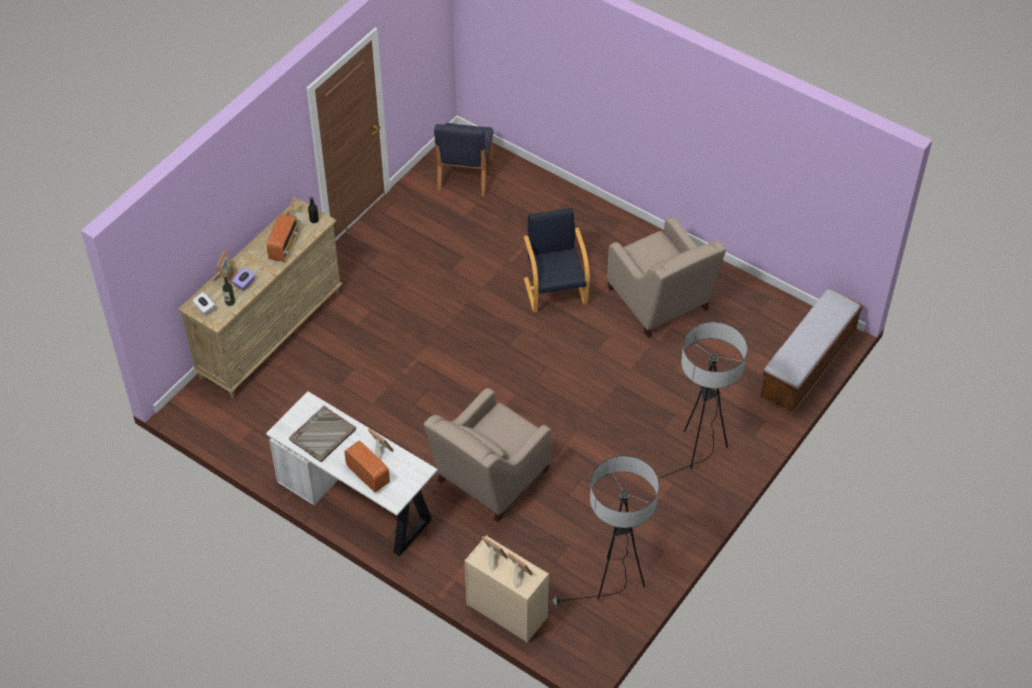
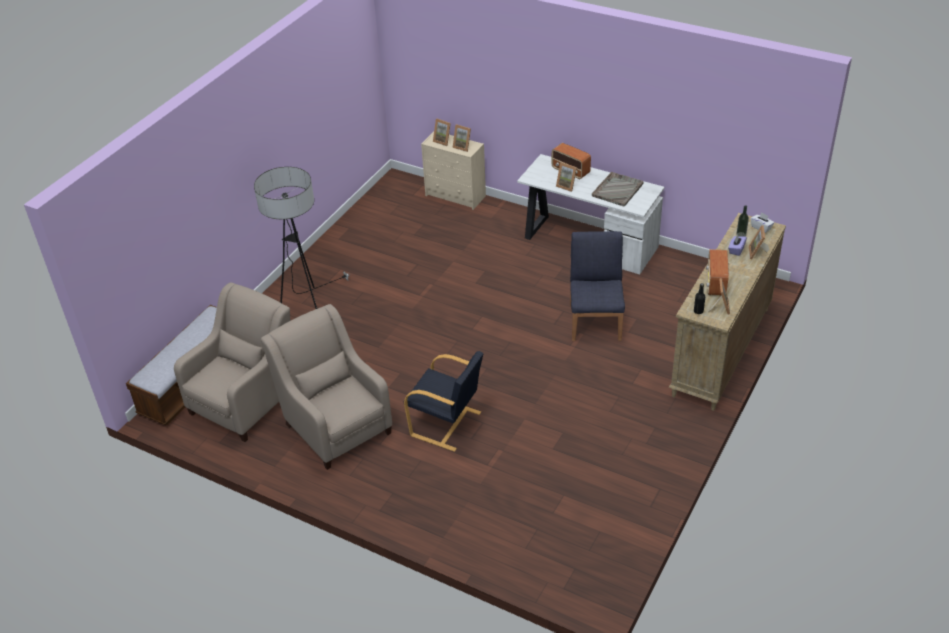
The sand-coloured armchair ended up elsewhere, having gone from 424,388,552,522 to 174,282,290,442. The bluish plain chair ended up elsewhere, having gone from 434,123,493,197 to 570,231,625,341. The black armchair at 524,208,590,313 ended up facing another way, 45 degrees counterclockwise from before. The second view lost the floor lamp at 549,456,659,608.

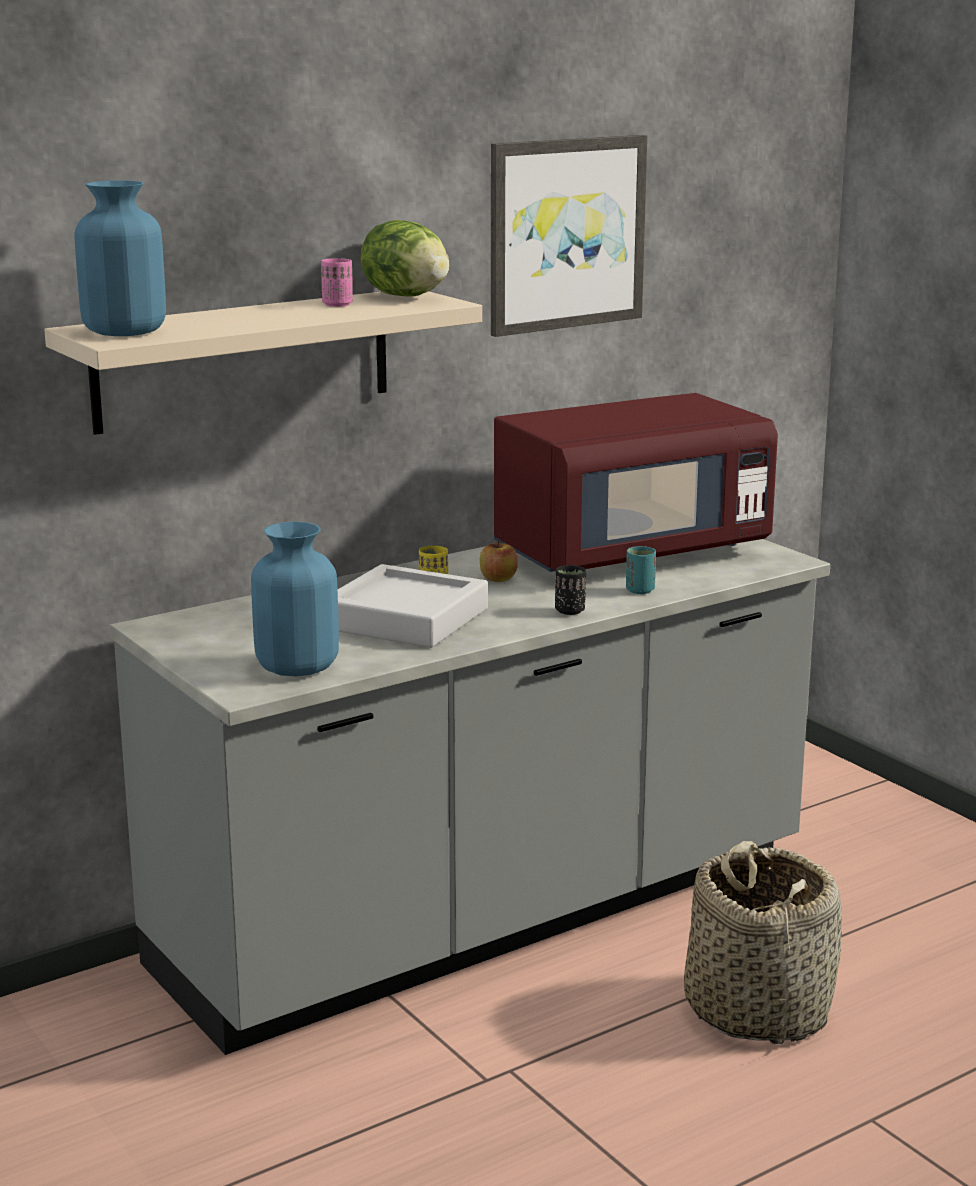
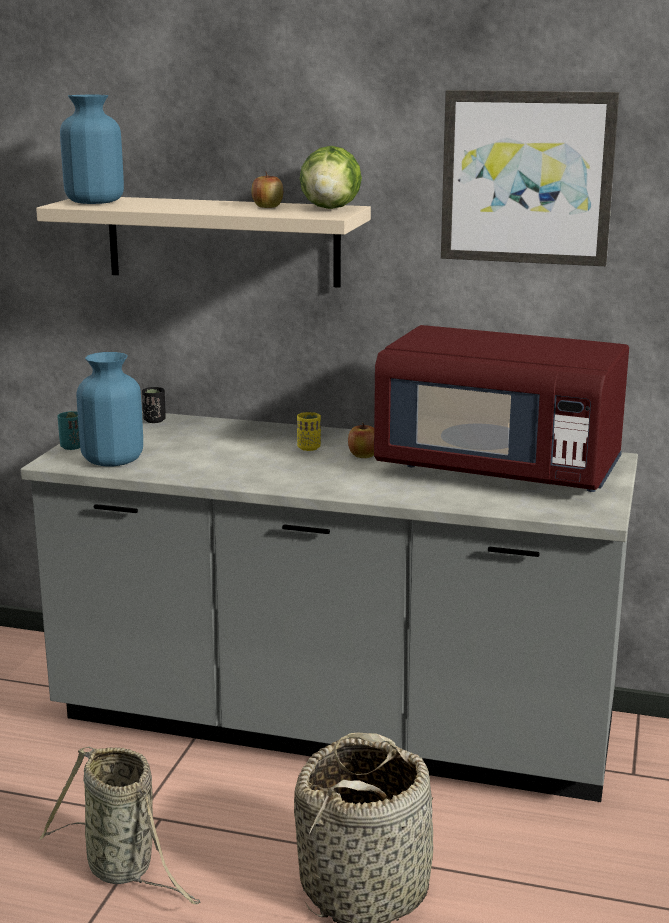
Where the pink cup stood at 321,258,353,307, the apple fruit came to stand at 251,171,283,208. The second view lost the greyish carrying tray at 338,564,488,648. The black cup ended up elsewhere, having gone from 555,565,586,615 to 142,387,166,423. The turquoise-coloured cup ended up elsewhere, having gone from 626,546,656,594 to 57,411,80,450. The second view gained the household basket at 40,747,201,904.

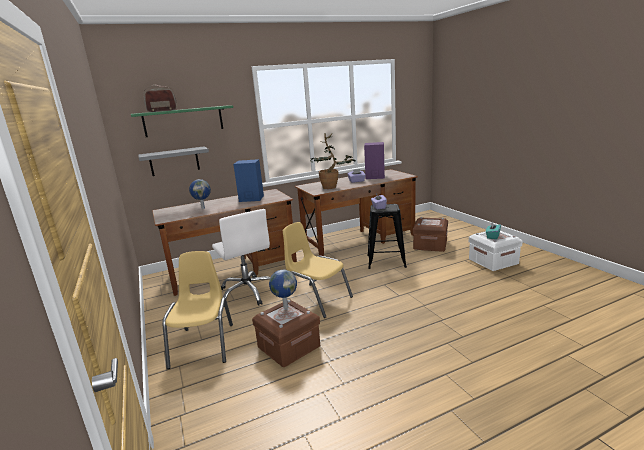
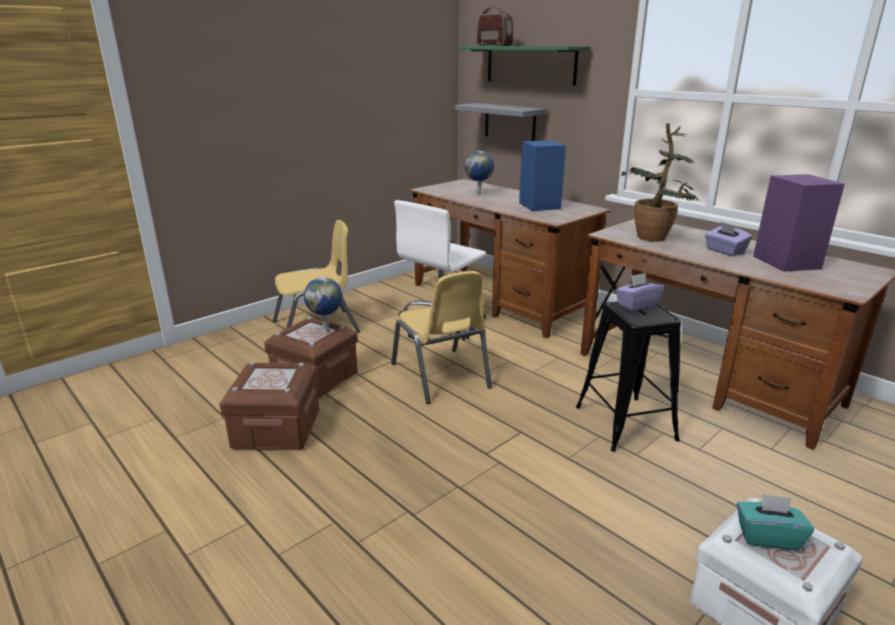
The yellow plain chair at 283,222,353,318 ended up facing another way, 135 degrees clockwise from before. The brown storage box ended up elsewhere, having gone from 413,217,448,252 to 220,362,319,450.

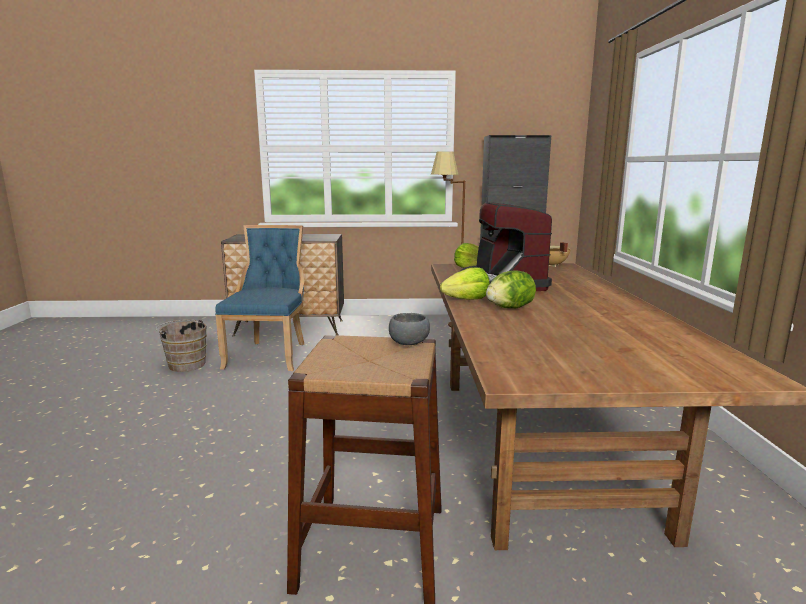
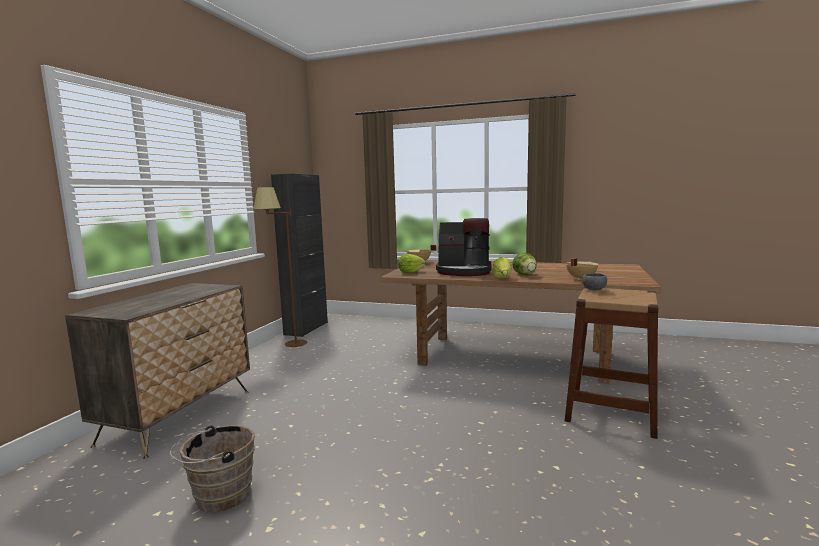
The second view lost the bluish plain chair at 215,225,304,371. The second view gained the sand-coloured stockpot at 566,258,599,280.

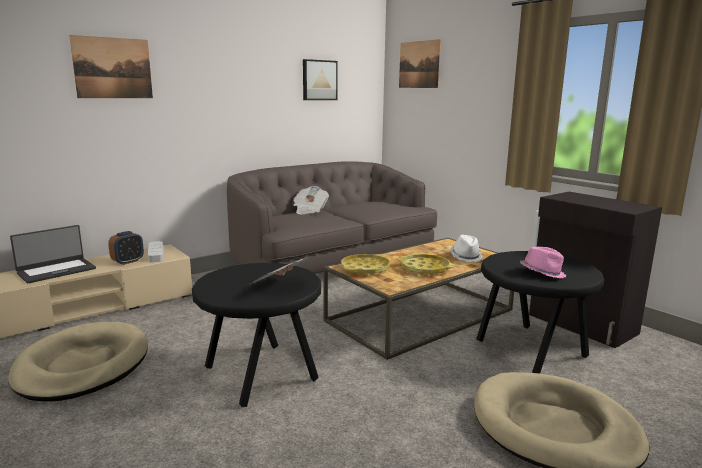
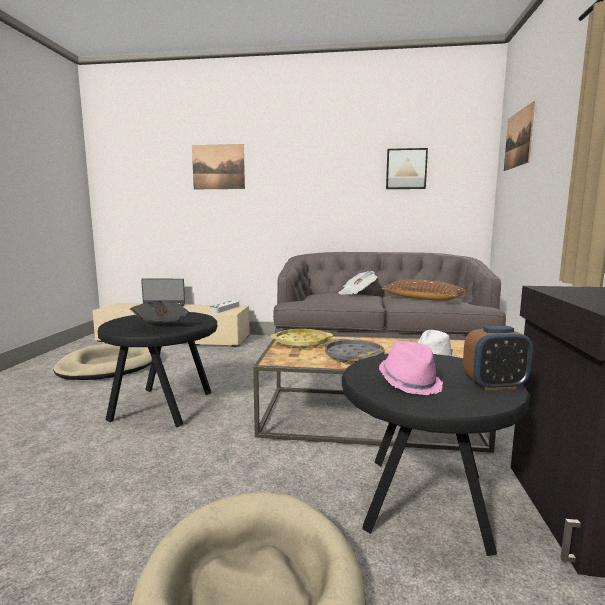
The alarm clock ended up elsewhere, having gone from 108,231,144,265 to 463,326,533,390. What was the yellow carrying tray at 397,254,455,275 turned into the greyish carrying tray at 325,339,385,363. The second view gained the brown cushion at 381,279,468,301.

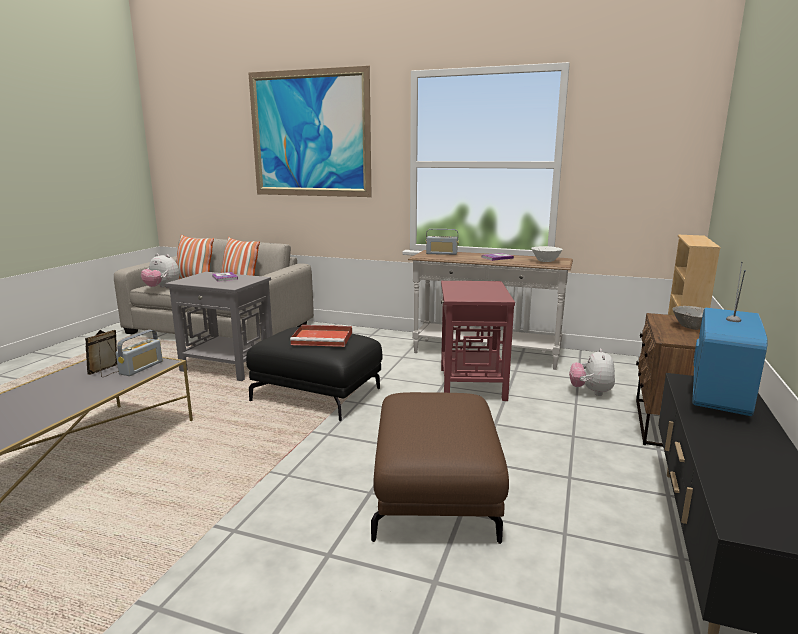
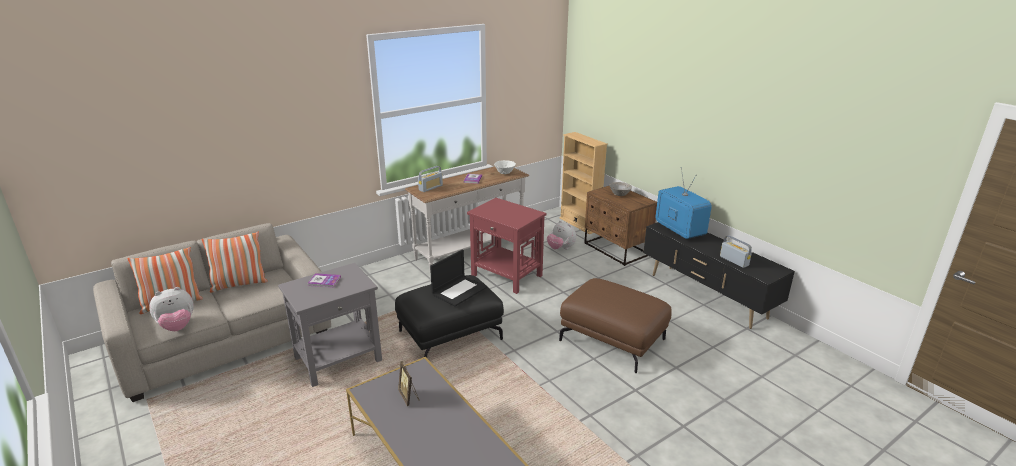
The radio receiver ended up elsewhere, having gone from 116,330,163,376 to 720,236,752,268. The second view lost the wall art at 249,66,372,197. Where the red-coloured carrying tray stood at 290,325,352,347, the portable computer came to stand at 430,249,487,307.

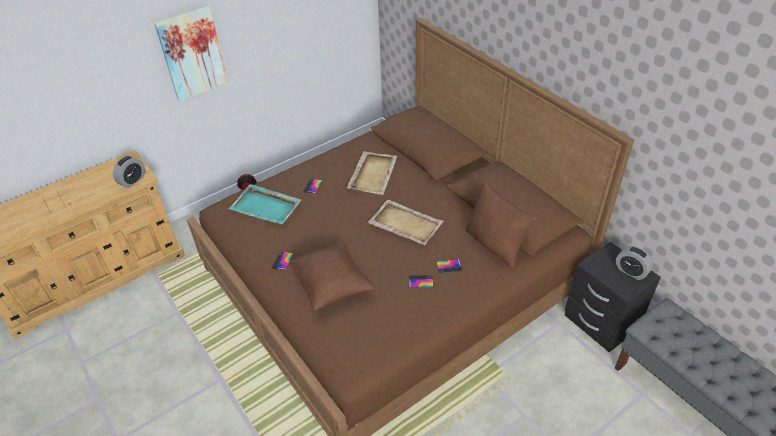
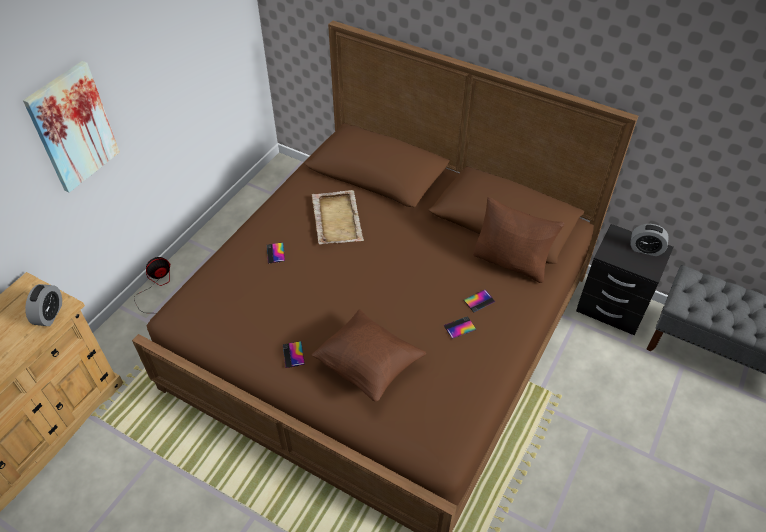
The second view lost the turquoise-coloured carrying tray at 229,184,302,224. The second view lost the sand-coloured carrying tray at 368,200,444,245.

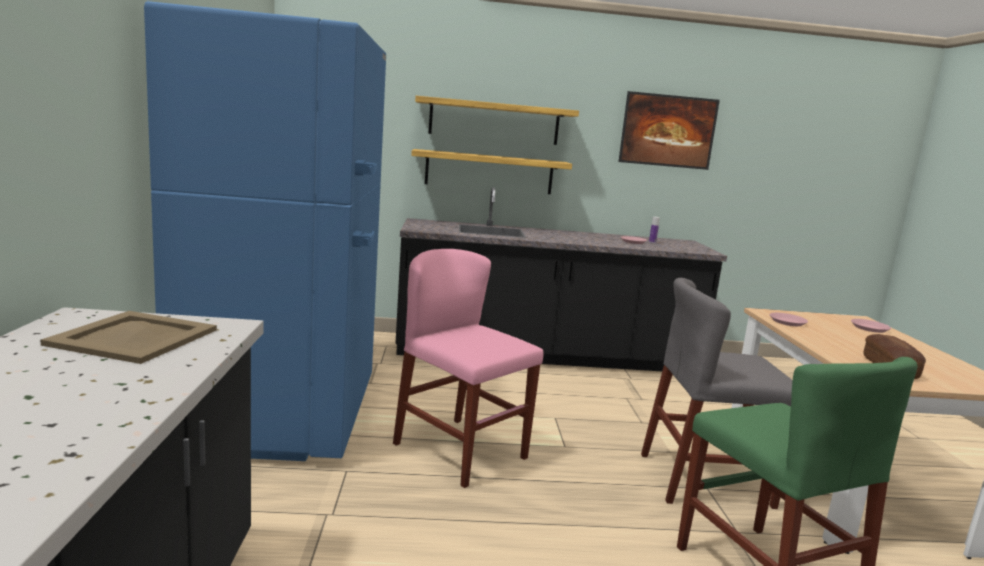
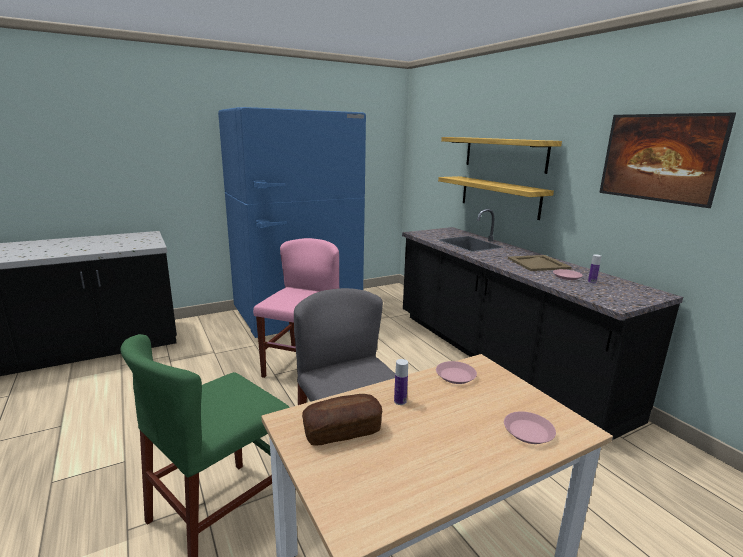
The sand-coloured carrying tray ended up elsewhere, having gone from 40,311,217,364 to 508,255,571,271. The second view gained the beverage bottle at 394,359,408,405.

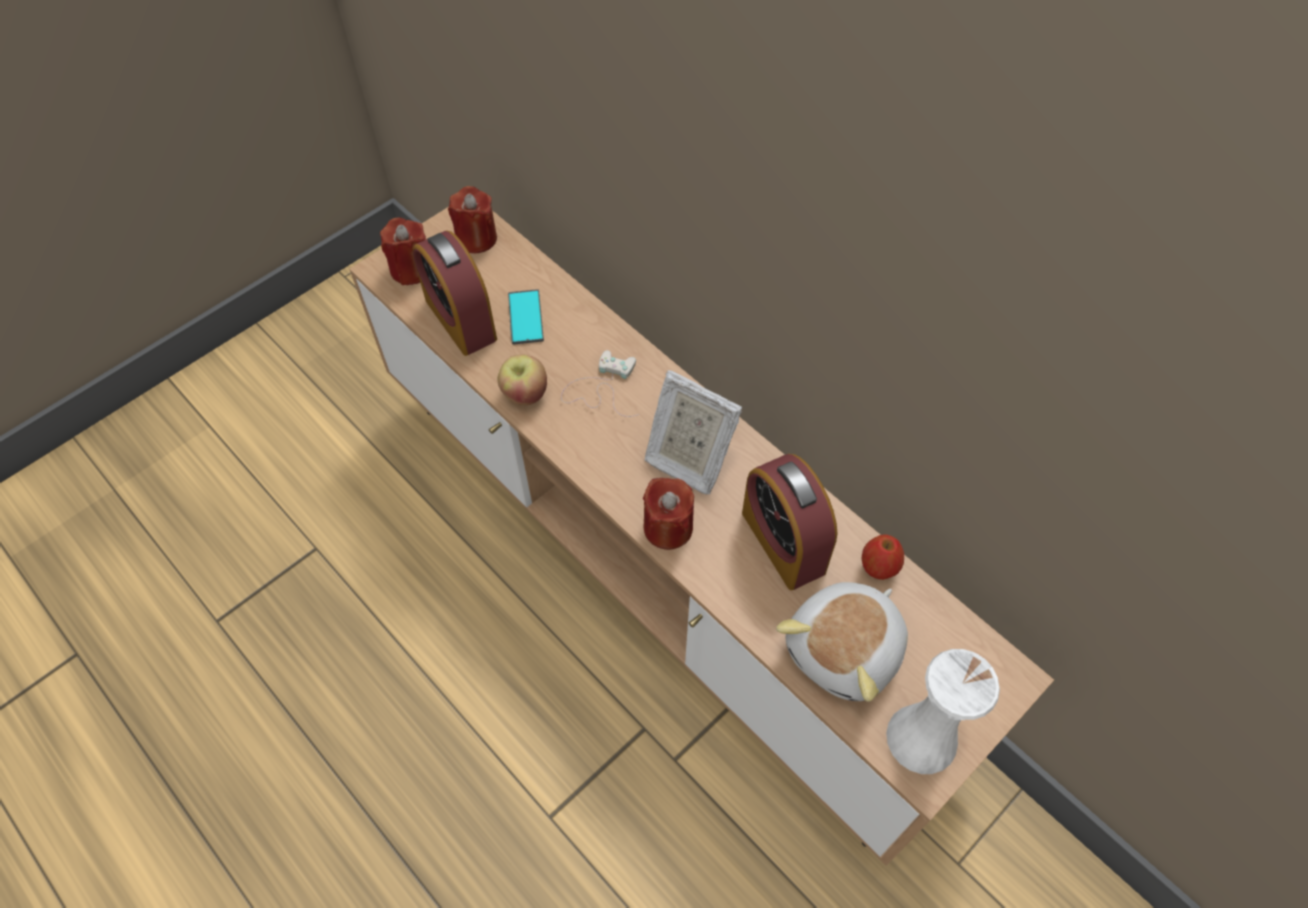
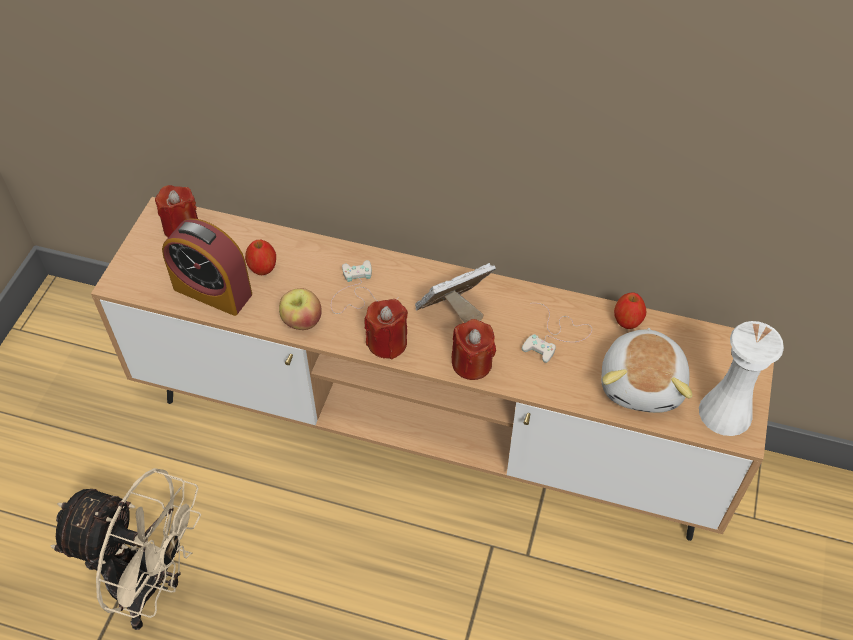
The red-coloured wax candle ended up elsewhere, having gone from 380,218,426,285 to 365,299,408,359. Where the telephone stood at 508,289,544,345, the apple fruit came to stand at 245,240,276,275. The photo frame at 645,370,742,494 ended up facing another way, 150 degrees clockwise from before. Where the alarm clock stood at 742,454,837,590, the whitish joypad came to stand at 522,303,592,363. The second view gained the sand-coloured fan at 50,468,201,630.

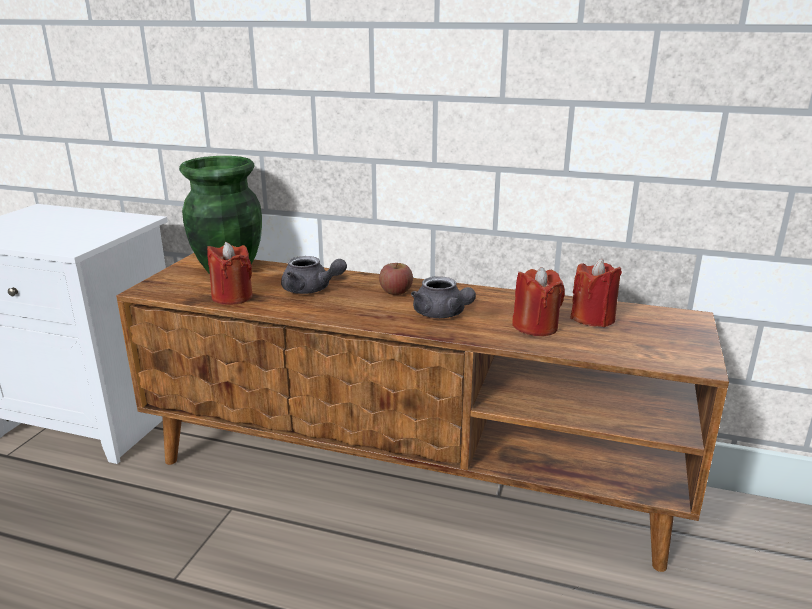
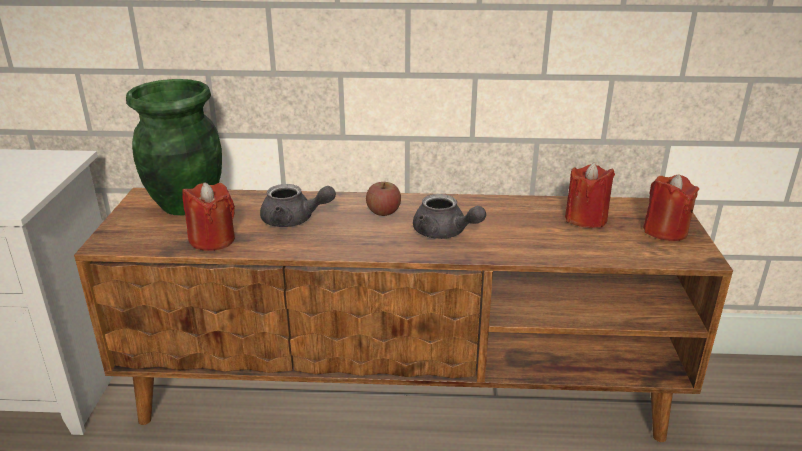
The red-coloured wax candle ended up elsewhere, having gone from 512,267,565,336 to 643,174,699,241.

